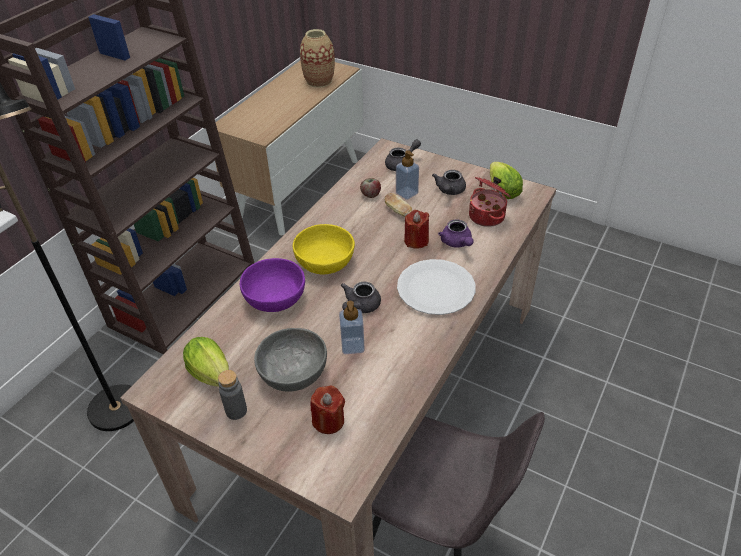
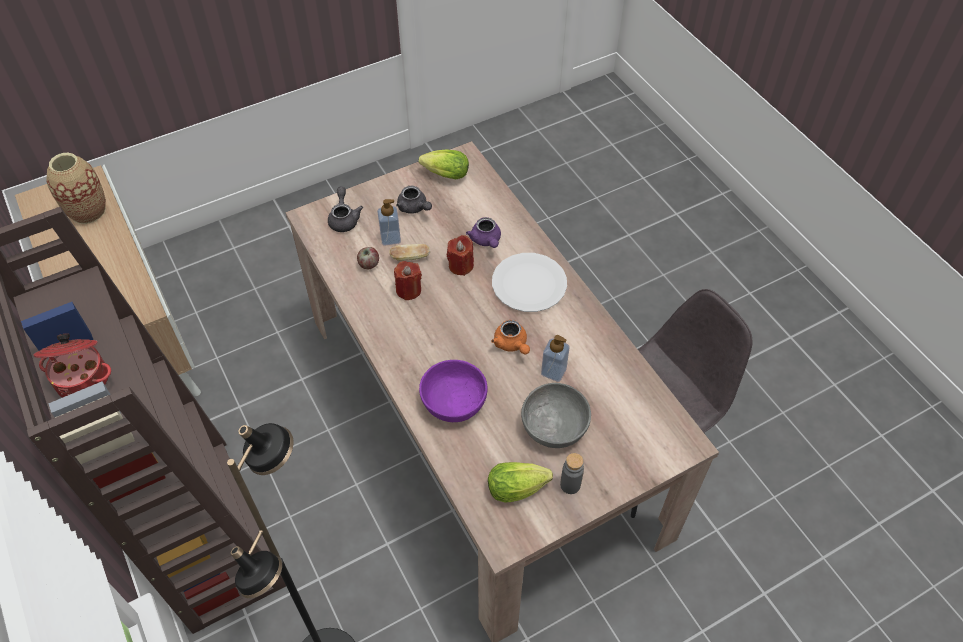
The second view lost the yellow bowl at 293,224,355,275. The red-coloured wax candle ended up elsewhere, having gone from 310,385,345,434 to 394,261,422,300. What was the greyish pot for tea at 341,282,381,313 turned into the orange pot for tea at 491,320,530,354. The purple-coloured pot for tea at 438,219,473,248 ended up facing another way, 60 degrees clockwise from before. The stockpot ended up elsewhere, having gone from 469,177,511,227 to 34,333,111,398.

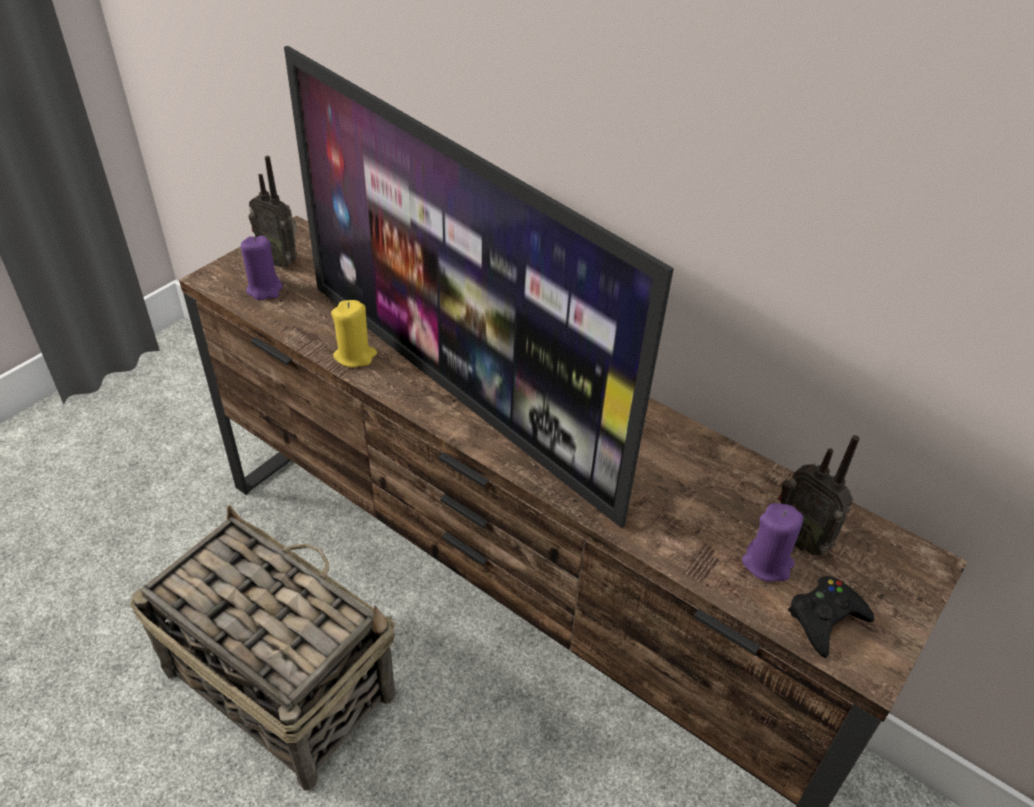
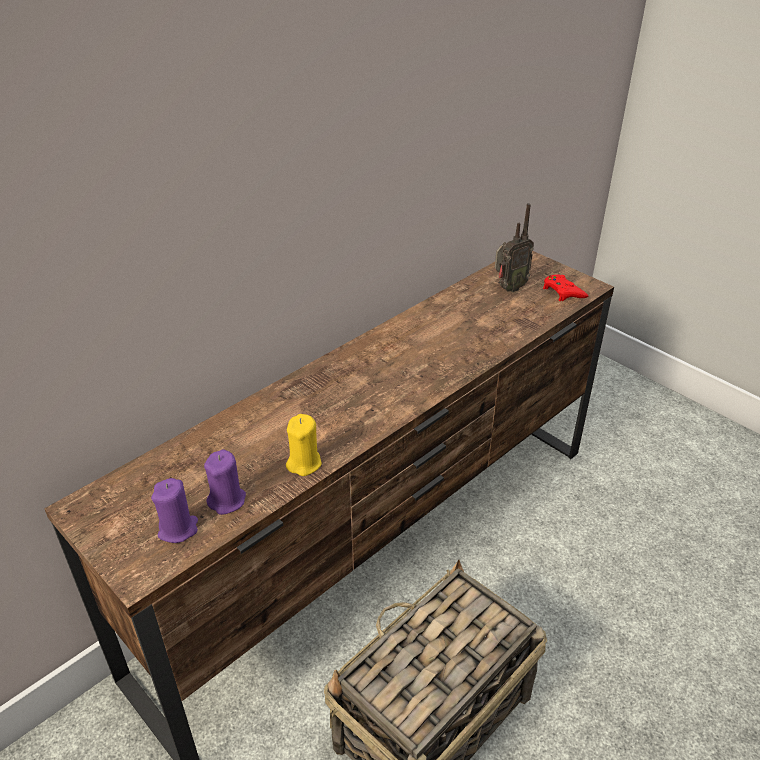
The second view lost the radio receiver at 248,156,297,267. The second view lost the TV set at 284,46,674,528. The purple-coloured wax candle ended up elsewhere, having gone from 742,503,804,582 to 204,450,246,515. What was the black joypad at 788,576,874,658 turned into the red-coloured joypad at 543,275,588,301.

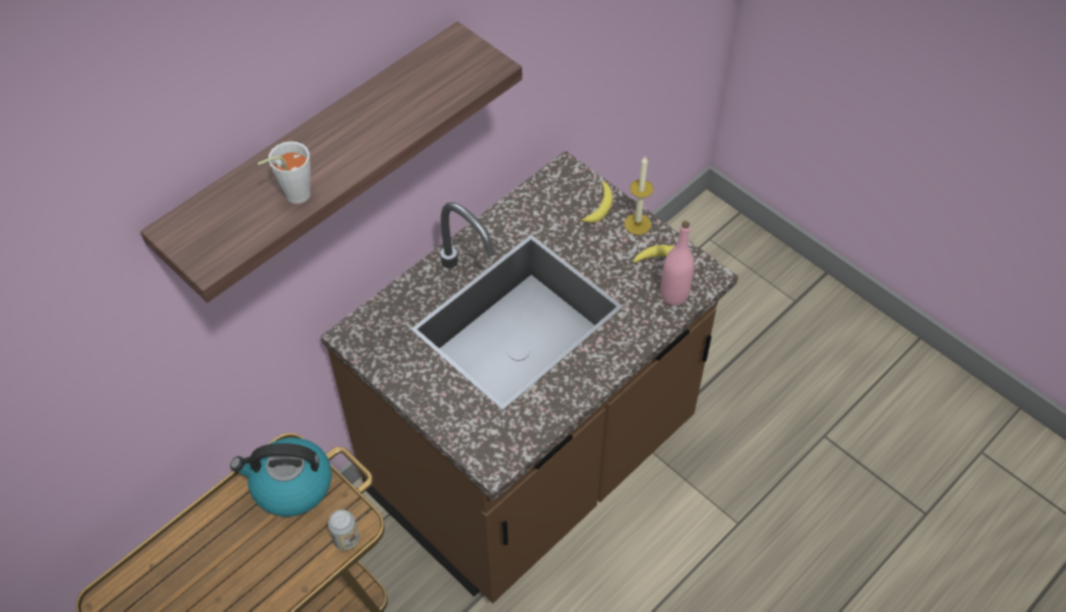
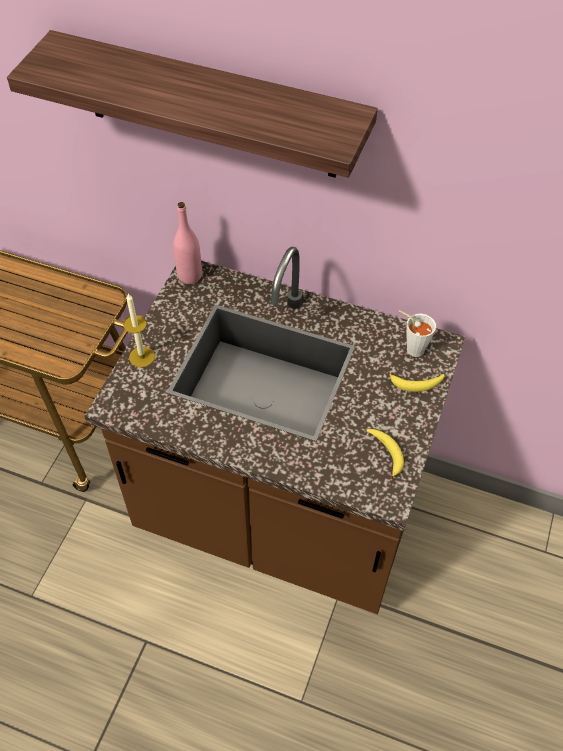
The second view lost the tea kettle at 230,437,332,517. The whitish cup ended up elsewhere, having gone from 258,141,311,204 to 398,310,436,357. The second view lost the sealed can at 328,509,359,551. The wax candle ended up elsewhere, having gone from 624,157,654,235 to 123,293,155,367. The pink beverage bottle ended up elsewhere, having gone from 661,221,694,306 to 173,202,202,284.

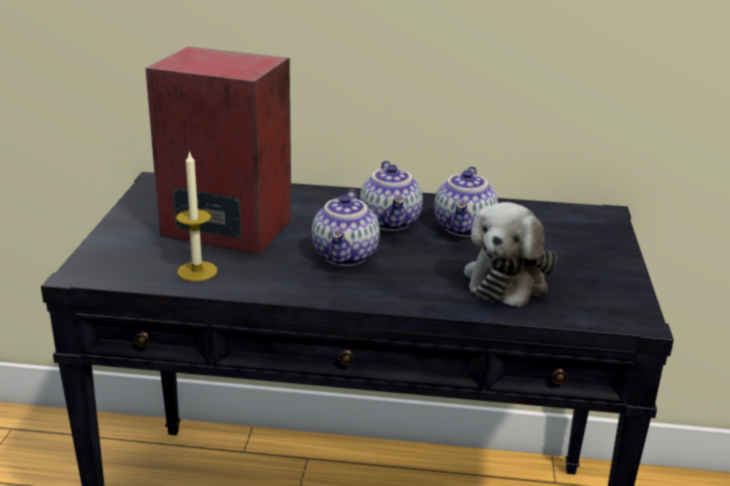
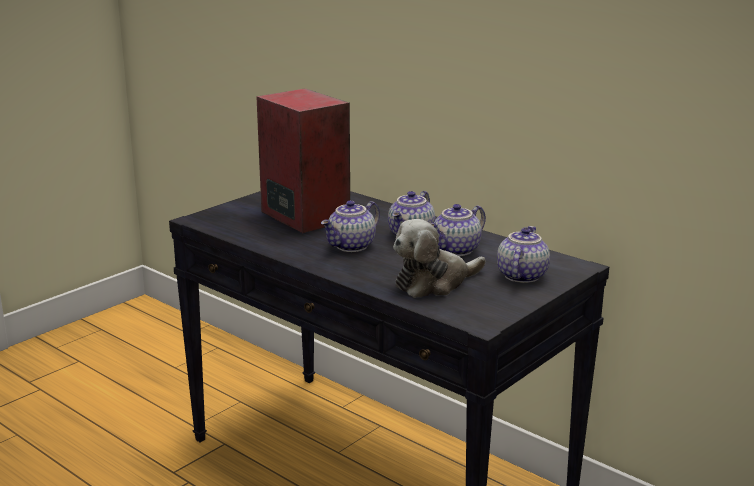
The second view lost the wax candle at 176,150,217,281. The second view gained the pot for tea at 497,226,550,283.

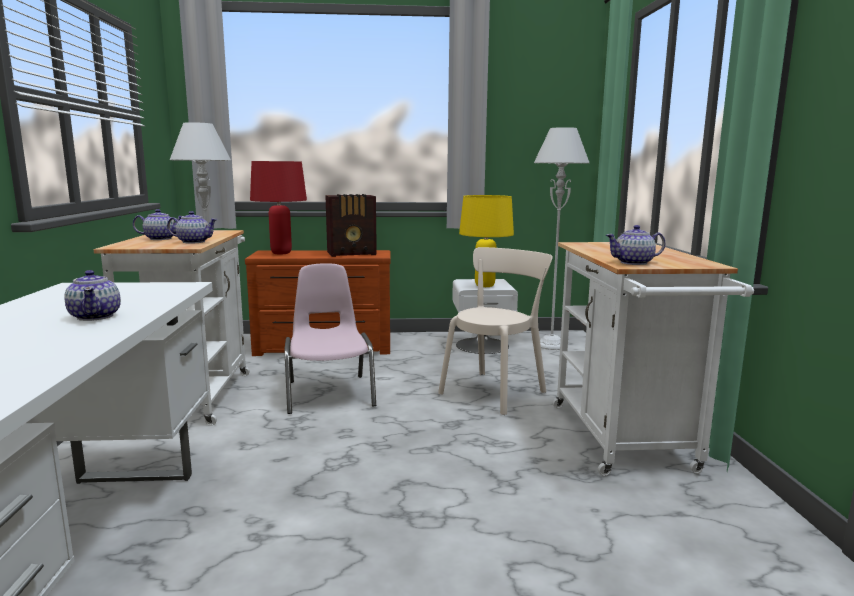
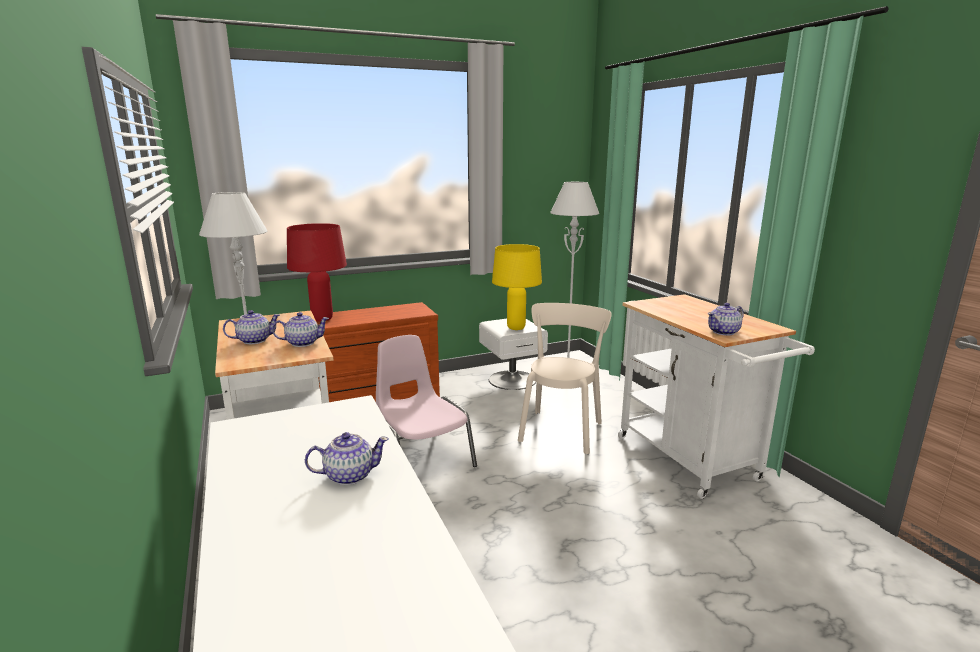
The pot for tea at 64,270,121,321 ended up facing another way, 60 degrees counterclockwise from before. The second view lost the radio receiver at 325,194,377,257.

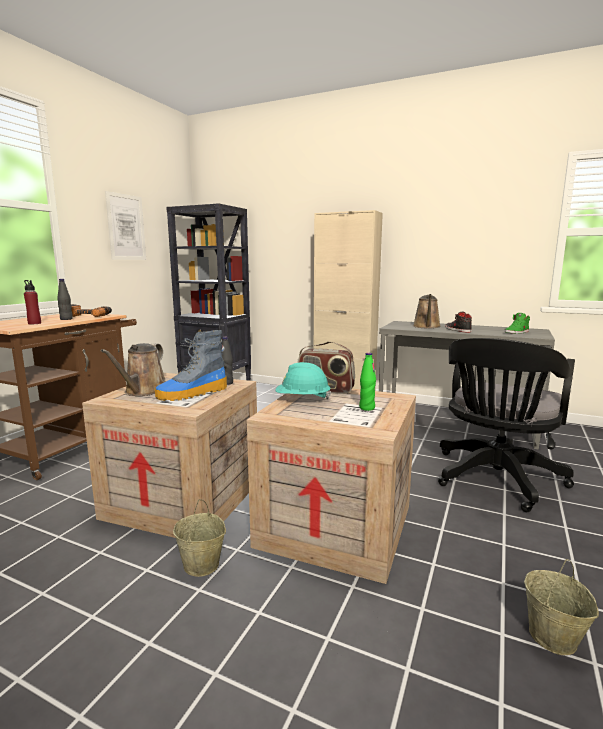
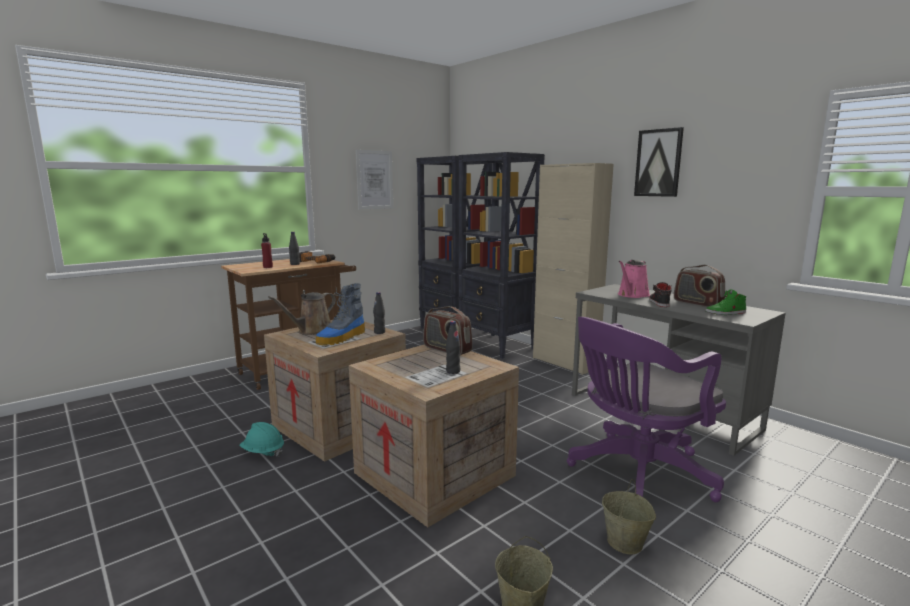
The boot at 155,330,227,401 ended up facing another way, 45 degrees counterclockwise from before. The sand-coloured pail ended up elsewhere, having gone from 173,499,226,577 to 602,479,656,554. The turquoise-coloured work helmet ended up elsewhere, having gone from 275,362,331,400 to 239,422,284,456. What was the green beverage bottle at 359,352,376,411 turned into the black beverage bottle at 446,321,460,374. What was the brown watering pot at 413,294,441,329 turned into the pink watering pot at 618,260,650,298. What was the black office chair at 438,338,575,512 turned into the purple-coloured office chair at 567,317,726,502. The second view gained the black bookshelf at 458,152,545,359. The second view gained the wall art at 634,127,684,197. The second view gained the radio receiver at 674,265,725,307.

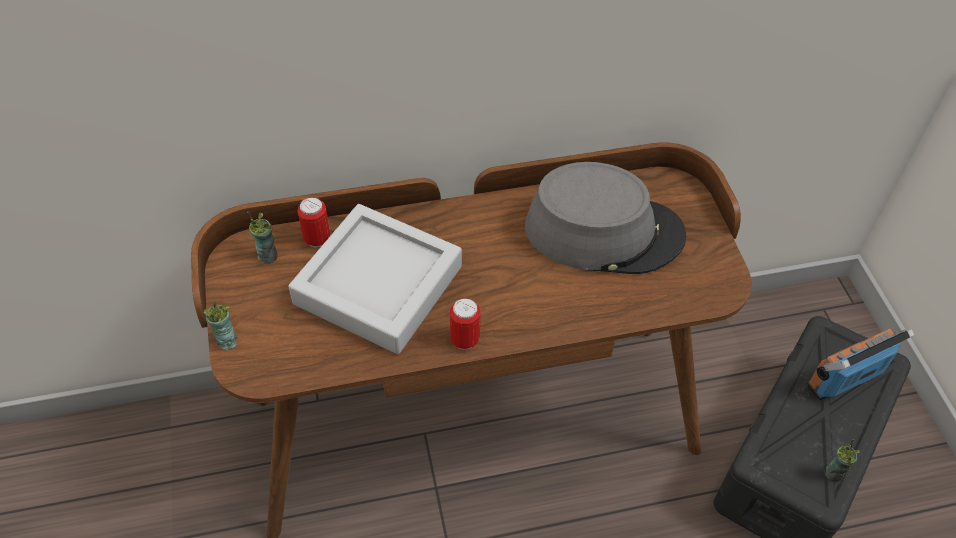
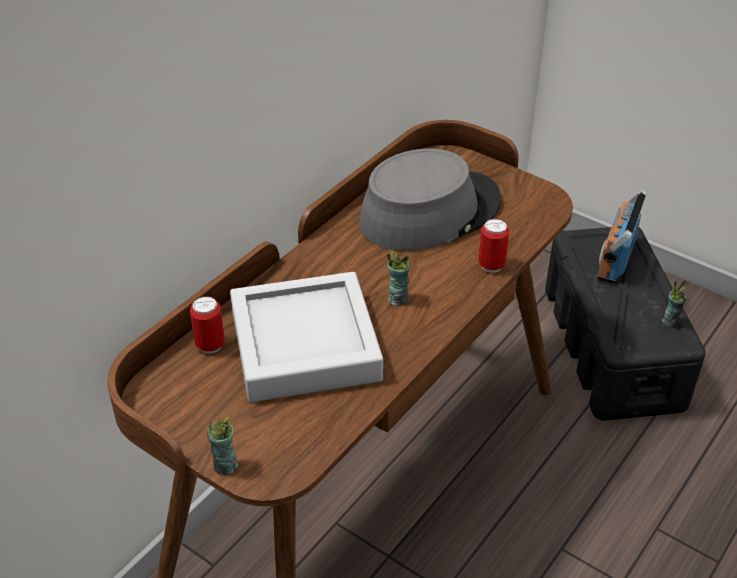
The cup ended up elsewhere, having gone from 247,211,278,264 to 387,251,410,306. The sealed can ended up elsewhere, having gone from 450,298,480,350 to 478,219,509,273.

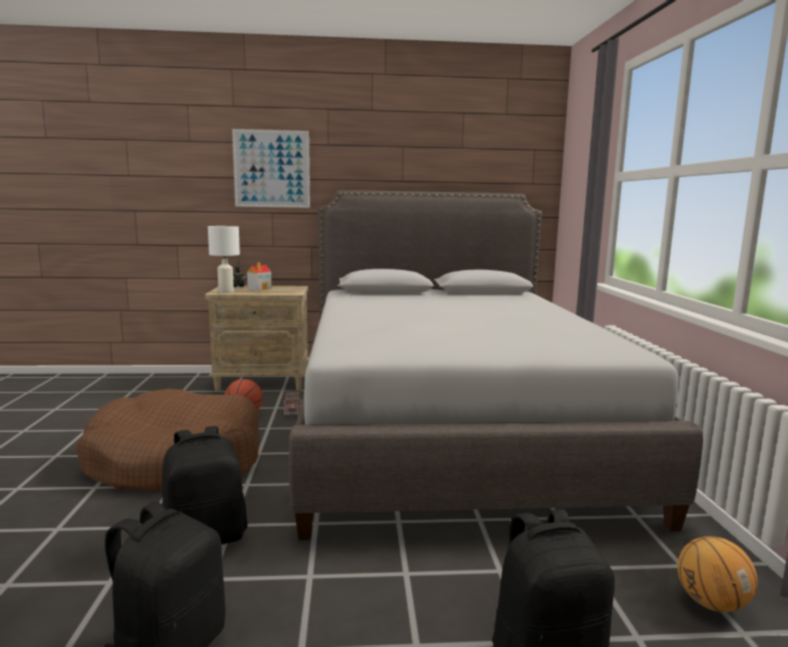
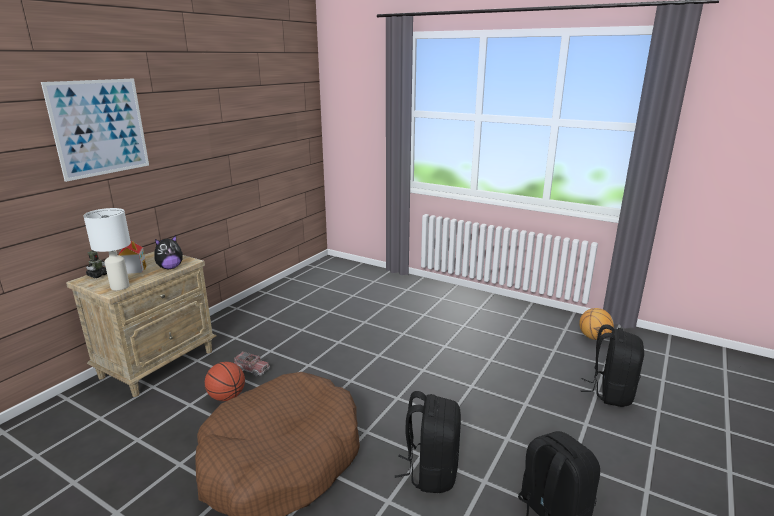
The second view lost the greyish sleeping bed at 289,190,703,540. The second view gained the cuddly toy at 154,235,183,269.

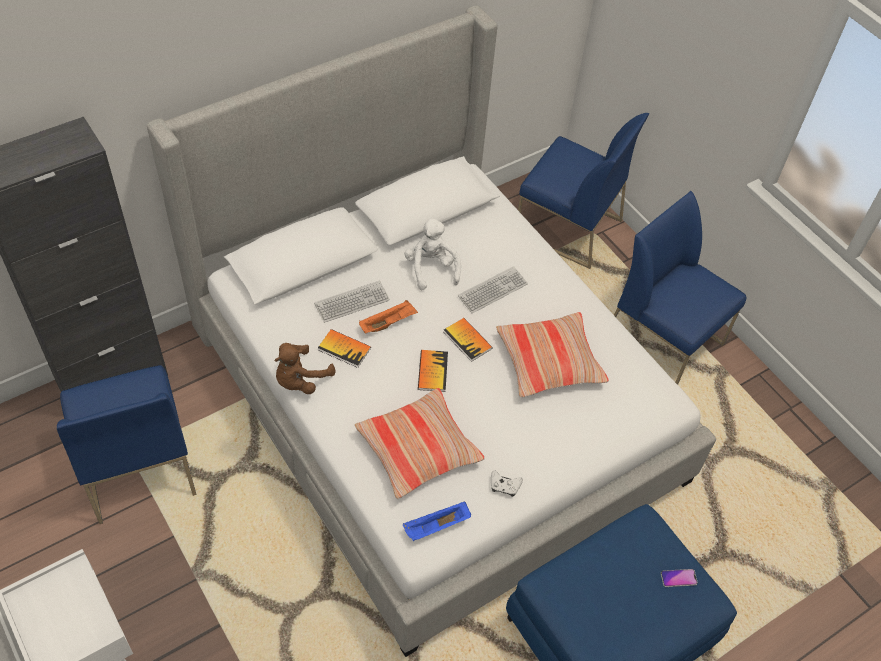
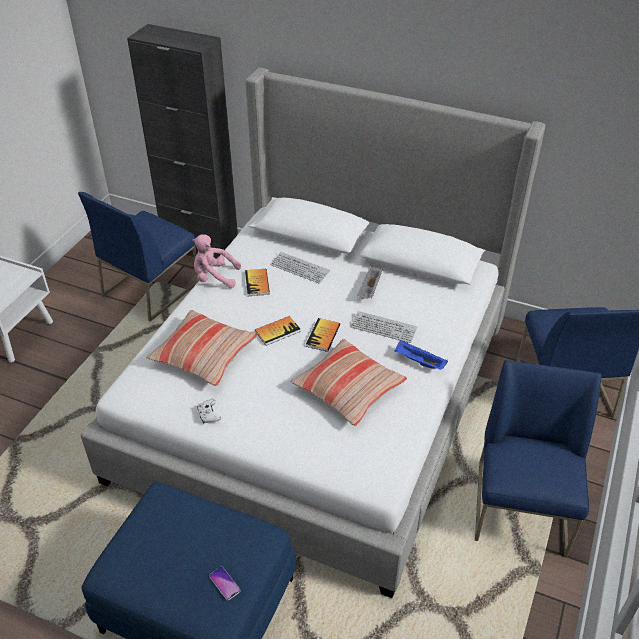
What was the brown cuddly toy at 274,343,335,394 turned into the pink cuddly toy at 192,234,241,288. The second view lost the orange carrying tray at 359,300,418,334. The bluish carrying tray ended up elsewhere, having gone from 403,502,471,541 to 395,340,448,369. Where the whitish cuddly toy stood at 404,217,461,290, the greyish carrying tray came to stand at 357,265,383,299.

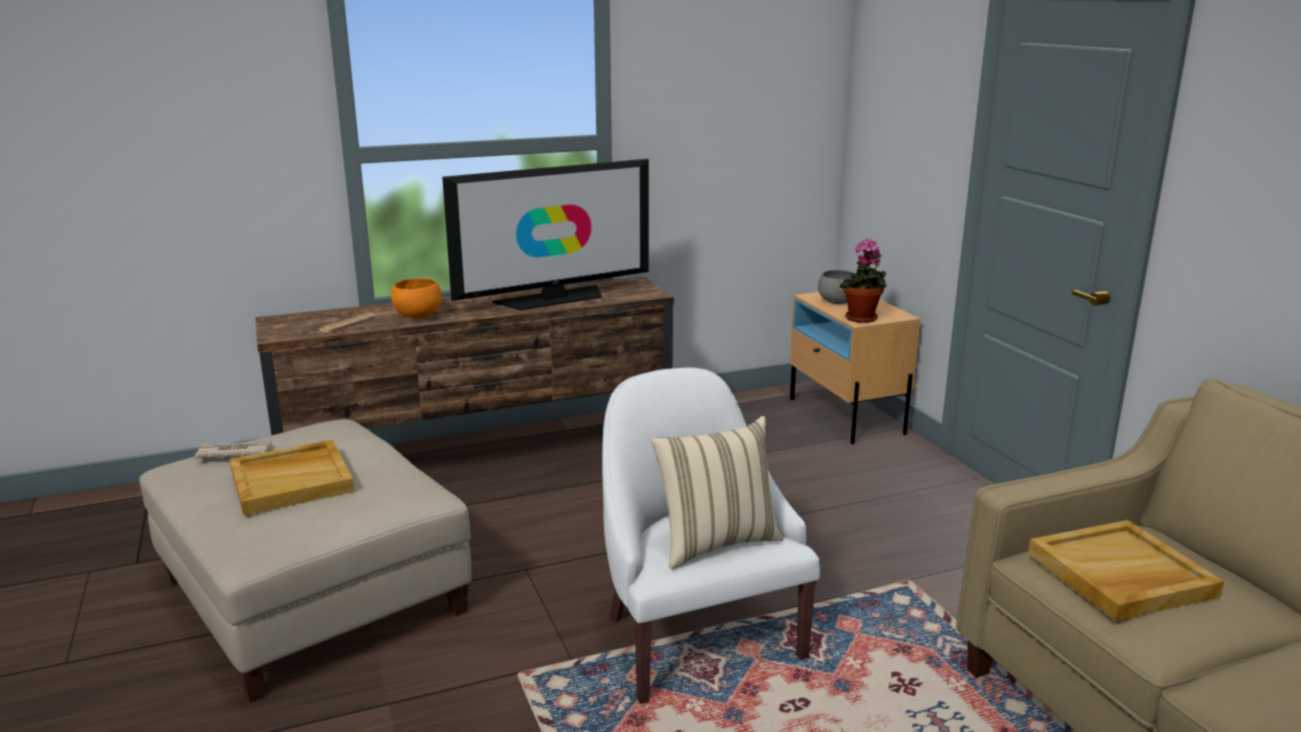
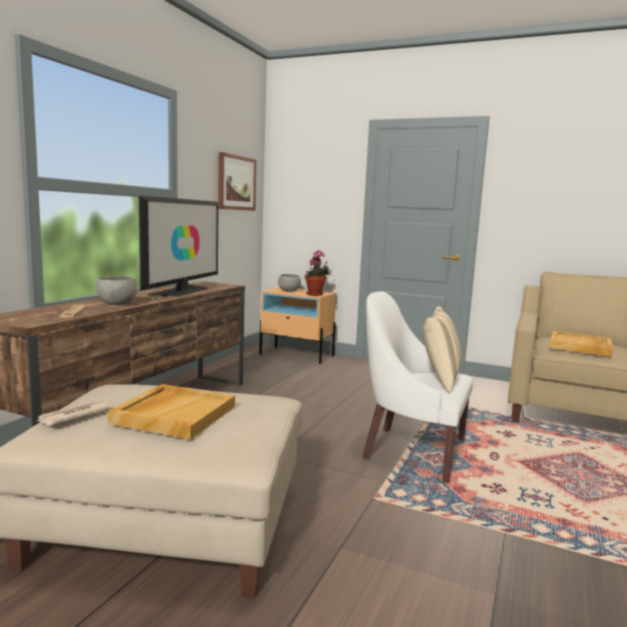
What was the orange bowl at 391,278,442,319 turned into the greyish bowl at 96,276,137,305. The second view gained the wall art at 218,152,257,211.

